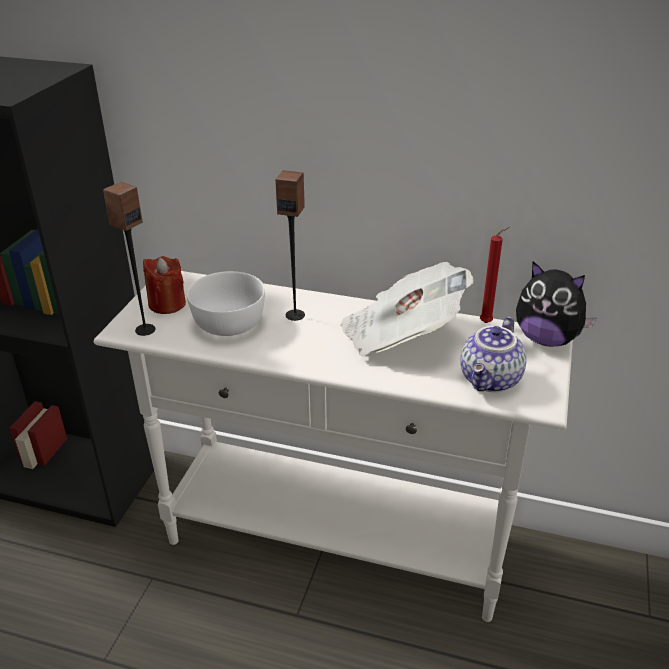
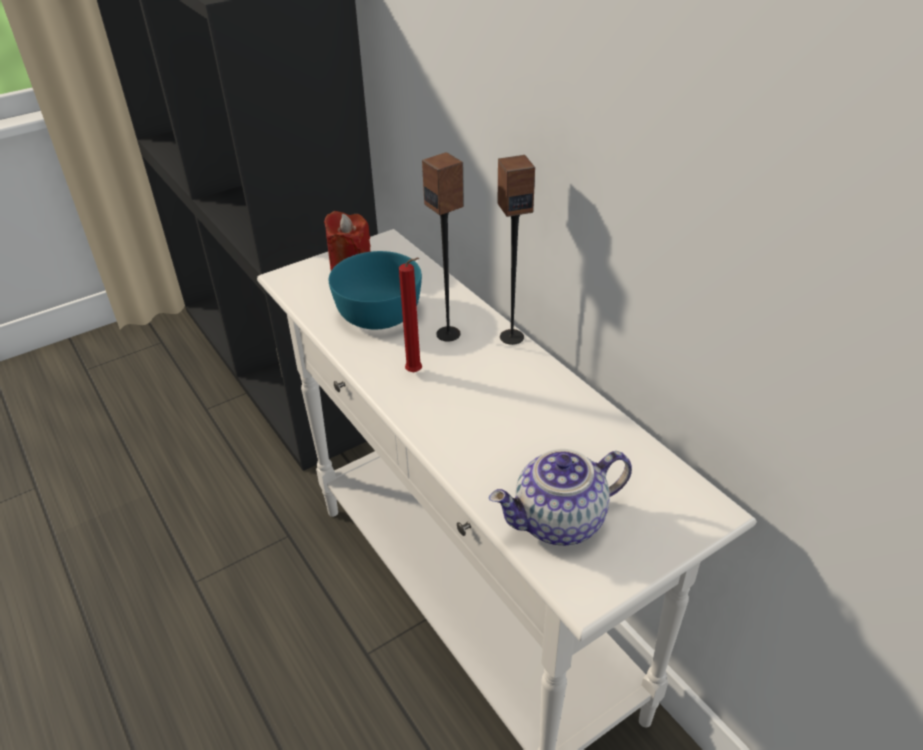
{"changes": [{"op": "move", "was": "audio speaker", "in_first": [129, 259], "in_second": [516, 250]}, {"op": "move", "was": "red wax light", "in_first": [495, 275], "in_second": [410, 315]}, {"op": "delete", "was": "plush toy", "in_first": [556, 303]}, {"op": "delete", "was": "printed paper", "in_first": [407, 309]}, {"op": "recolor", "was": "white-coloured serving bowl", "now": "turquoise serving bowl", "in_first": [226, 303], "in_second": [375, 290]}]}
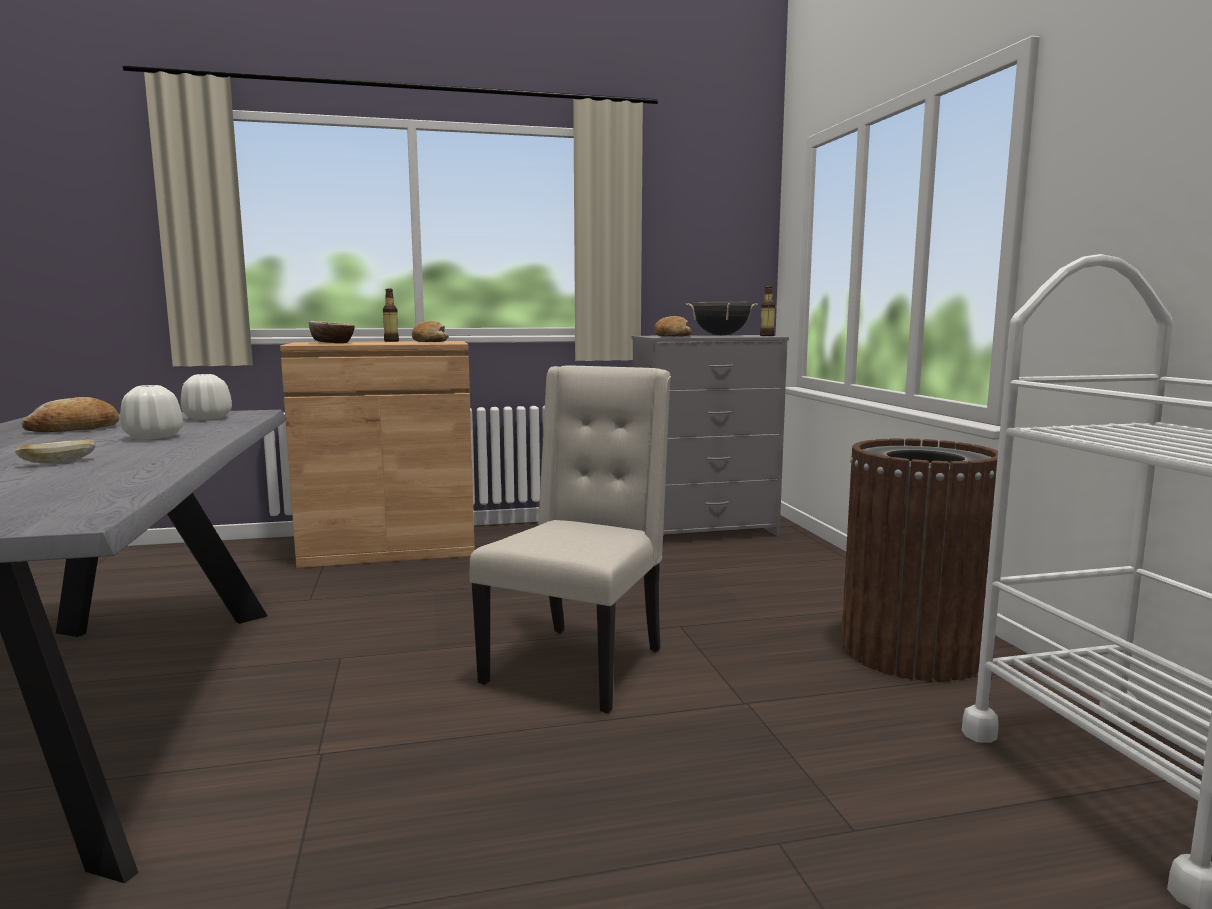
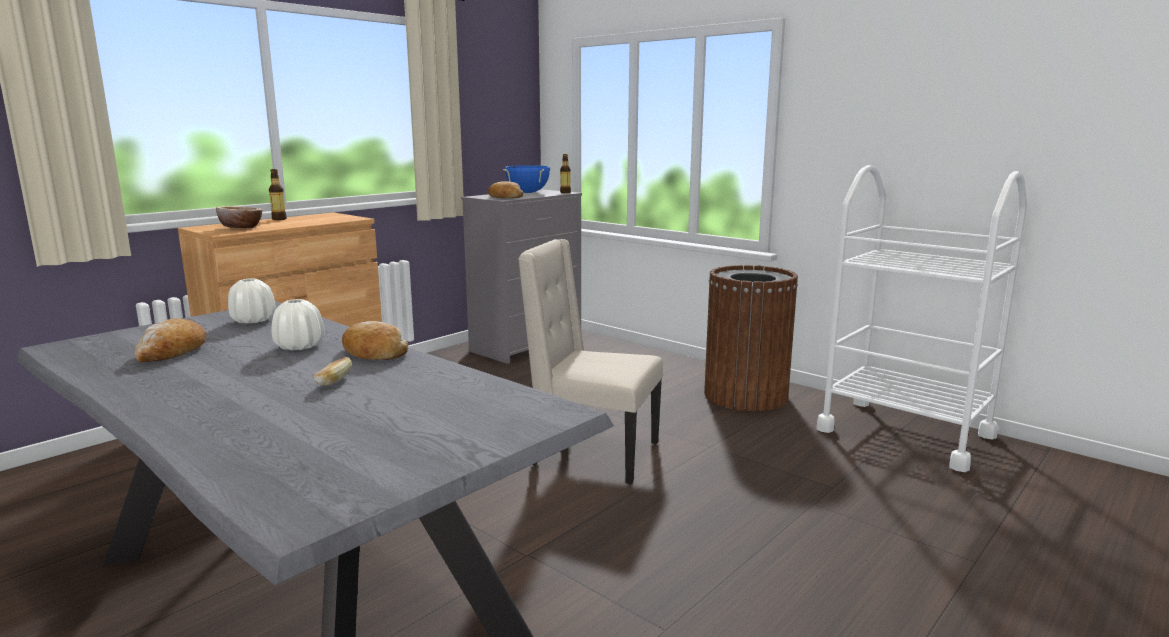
{"changes": [{"op": "recolor", "was": "blackish cooking pot", "now": "blue-coloured cooking pot", "in_first": [722, 318], "in_second": [527, 179]}, {"op": "move", "was": "bread", "in_first": [430, 331], "in_second": [375, 340]}, {"op": "rotate", "was": "beige-coloured upright chair", "in_first": [570, 539], "in_second": [590, 361], "clockwise": -60}]}
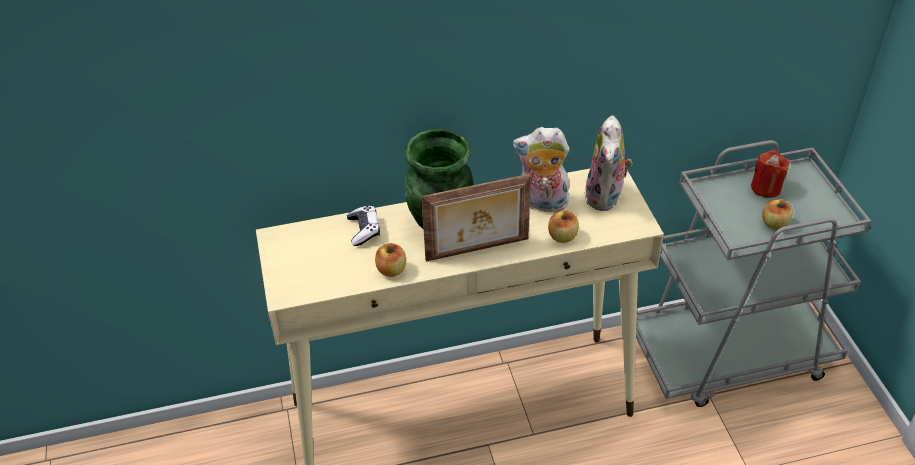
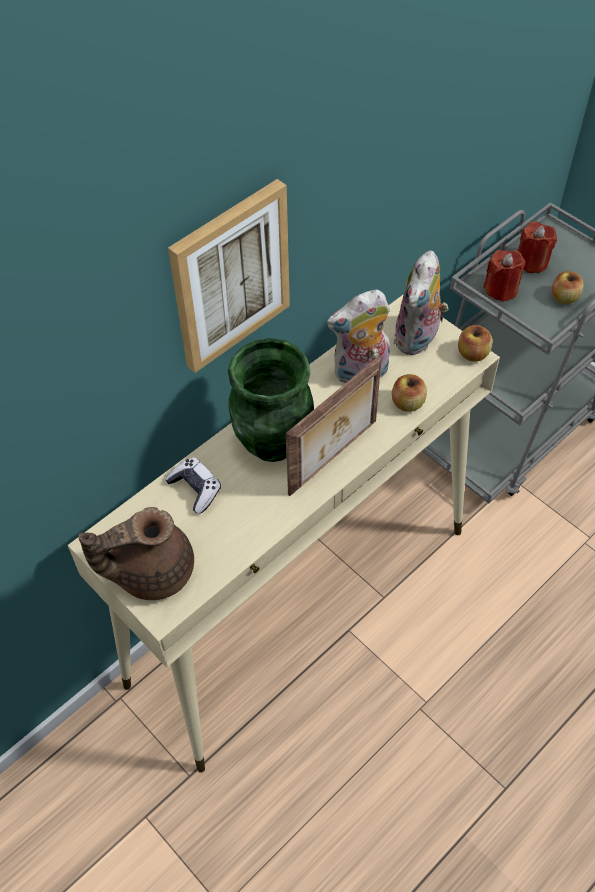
{"changes": [{"op": "rotate", "was": "plush toy", "in_first": [608, 163], "in_second": [421, 302], "clockwise": 45}, {"op": "move", "was": "whole apple", "in_first": [390, 260], "in_second": [475, 343]}, {"op": "insert", "now": "wall art", "in_second": [229, 276]}, {"op": "insert", "now": "red wax light", "in_second": [504, 276]}, {"op": "insert", "now": "brown teapot", "in_second": [136, 553]}]}
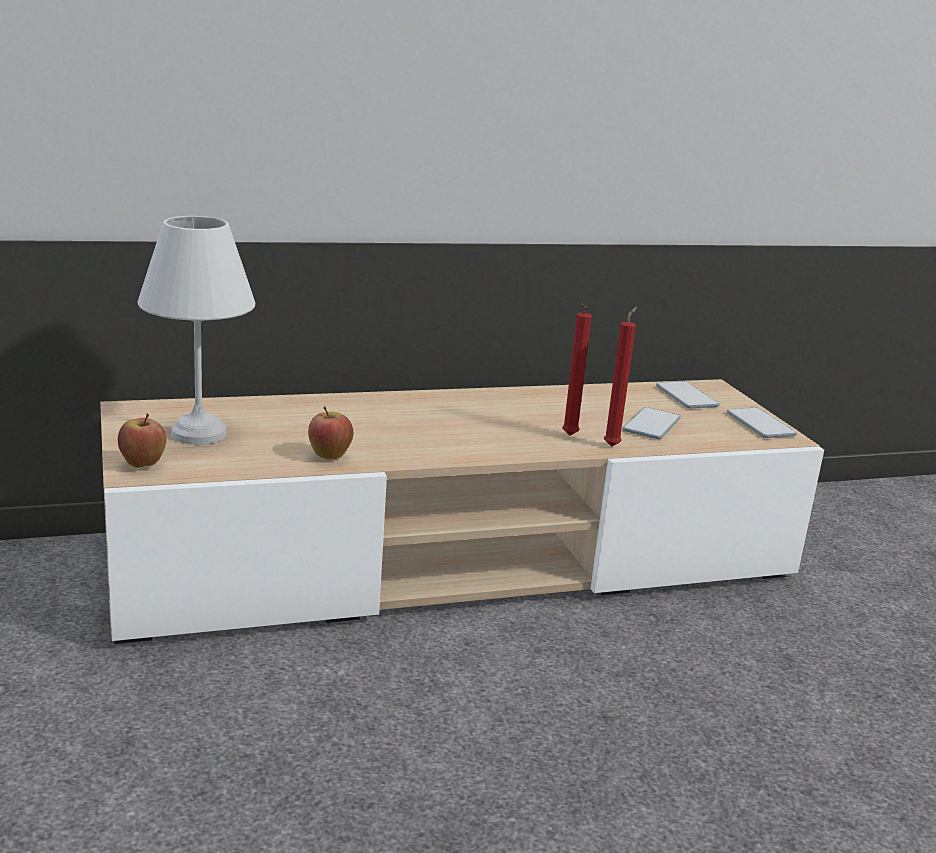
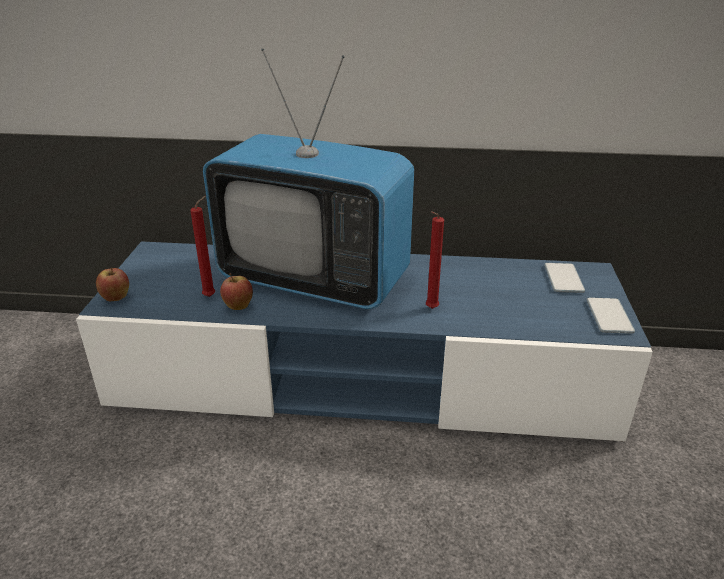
{"changes": [{"op": "delete", "was": "white-coloured tabletop lamp", "in_first": [196, 330]}, {"op": "move", "was": "red wax light", "in_first": [620, 376], "in_second": [202, 246]}, {"op": "recolor", "was": "beige-coloured tv unit", "now": "blue-coloured tv unit", "in_first": [462, 511], "in_second": [364, 341]}, {"op": "delete", "was": "telephone", "in_first": [652, 423]}, {"op": "insert", "now": "TV", "in_second": [308, 178]}]}
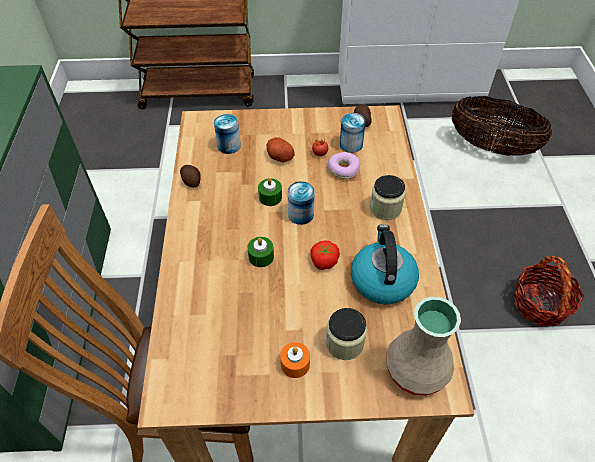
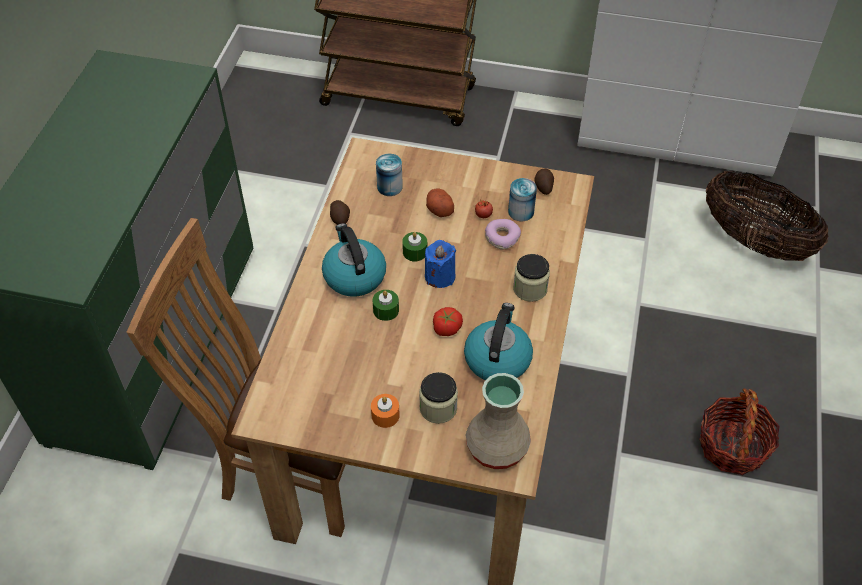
{"changes": [{"op": "replace", "was": "sealed can", "now": "blue-coloured wax light", "in_first": [301, 203], "in_second": [440, 264]}, {"op": "insert", "now": "kettle", "in_second": [354, 259]}]}
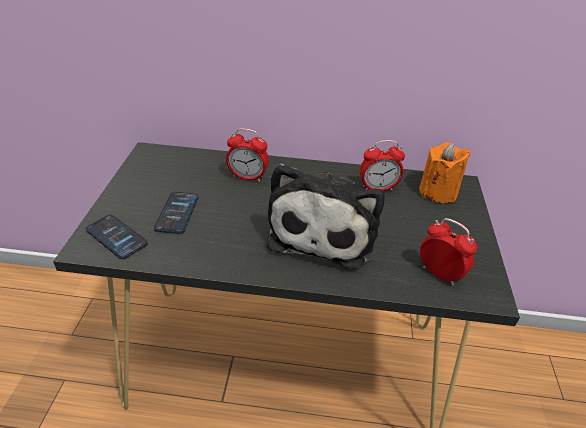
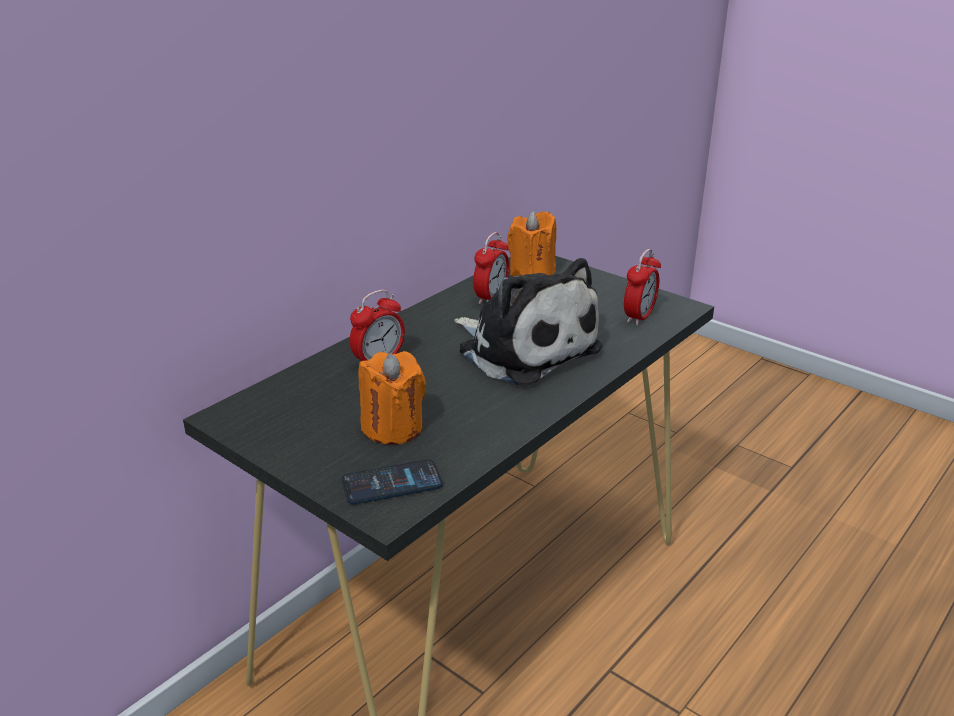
{"changes": [{"op": "replace", "was": "telephone", "now": "orange wax light", "in_first": [176, 213], "in_second": [392, 398]}, {"op": "rotate", "was": "bedside clock", "in_first": [448, 252], "in_second": [642, 287], "clockwise": 135}]}
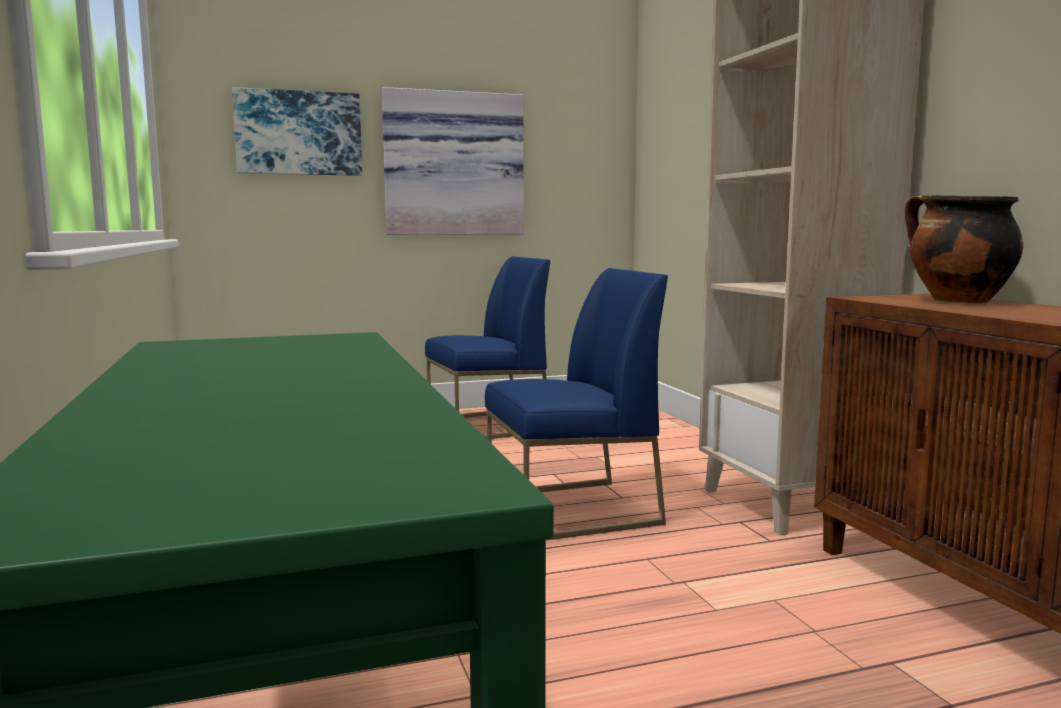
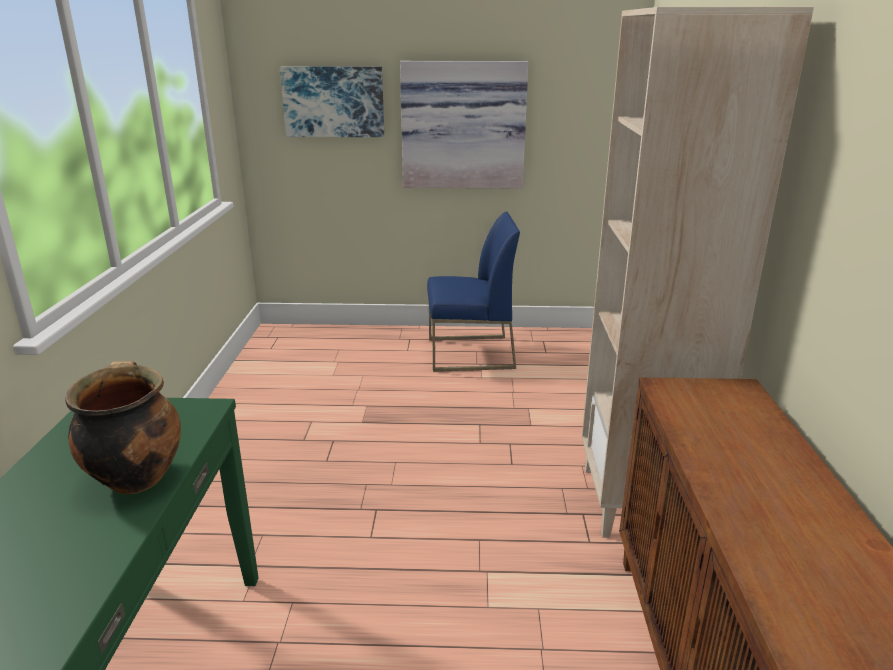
{"changes": [{"op": "move", "was": "cooking pot", "in_first": [964, 249], "in_second": [123, 427]}, {"op": "delete", "was": "blue-coloured upright chair", "in_first": [576, 404]}]}
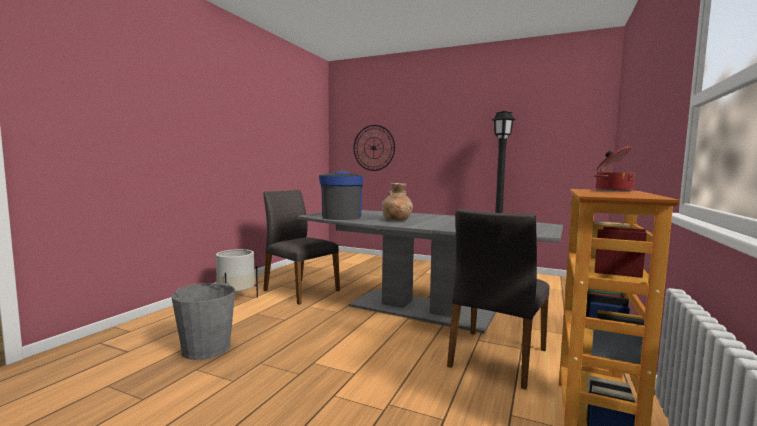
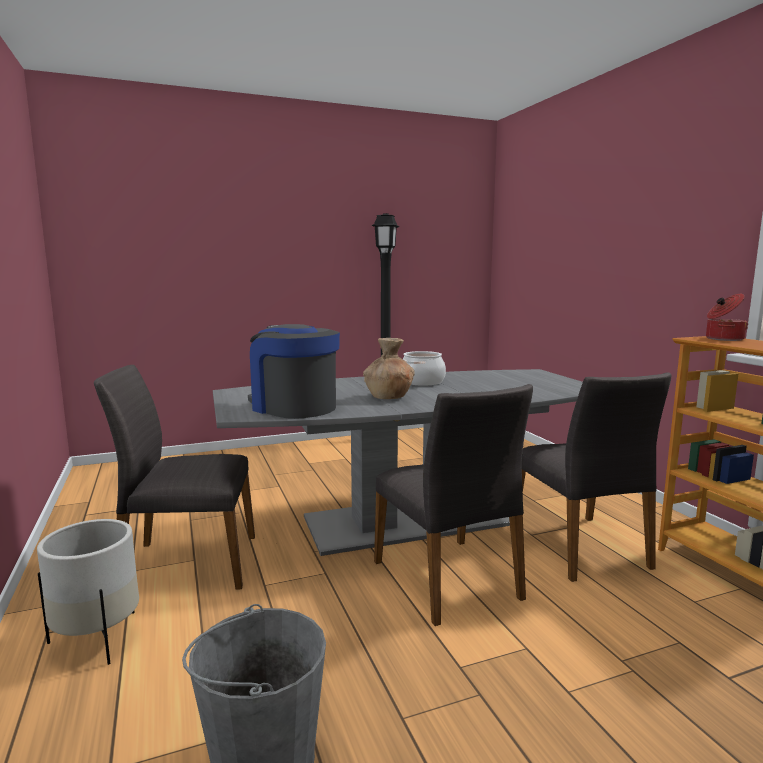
{"changes": [{"op": "delete", "was": "wall clock", "in_first": [374, 148]}, {"op": "insert", "now": "cooking pot", "in_second": [424, 368]}, {"op": "insert", "now": "greyish upright chair", "in_second": [453, 505]}]}
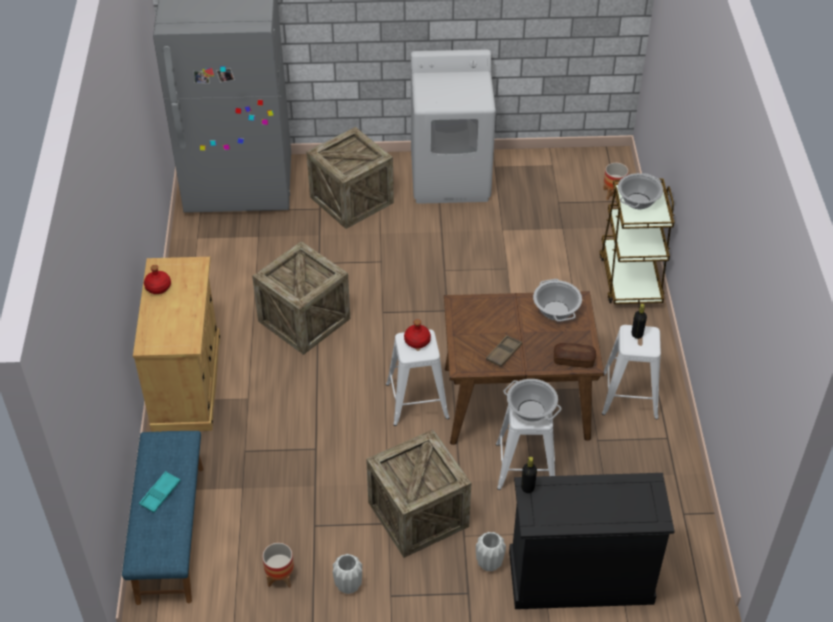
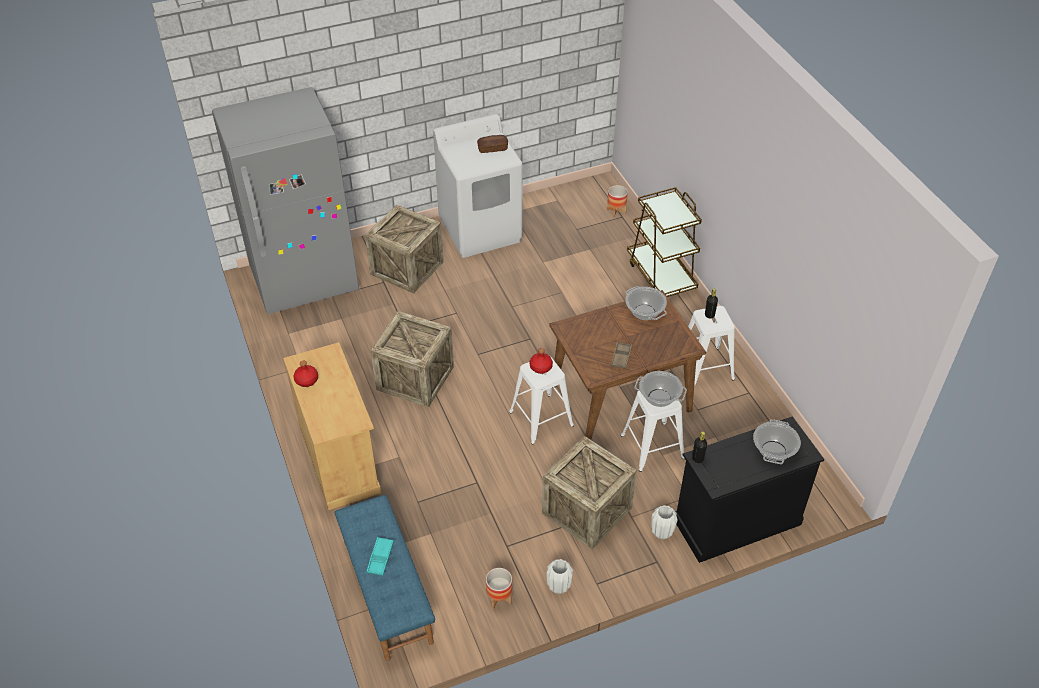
{"changes": [{"op": "move", "was": "cooking pot", "in_first": [640, 191], "in_second": [777, 441]}, {"op": "move", "was": "bread", "in_first": [575, 355], "in_second": [492, 144]}]}
